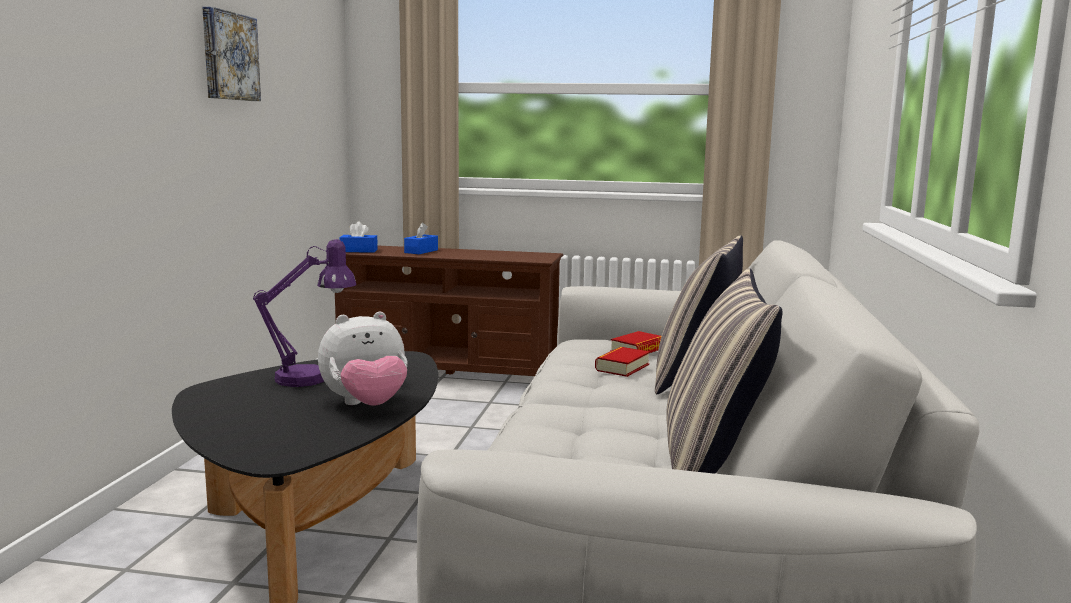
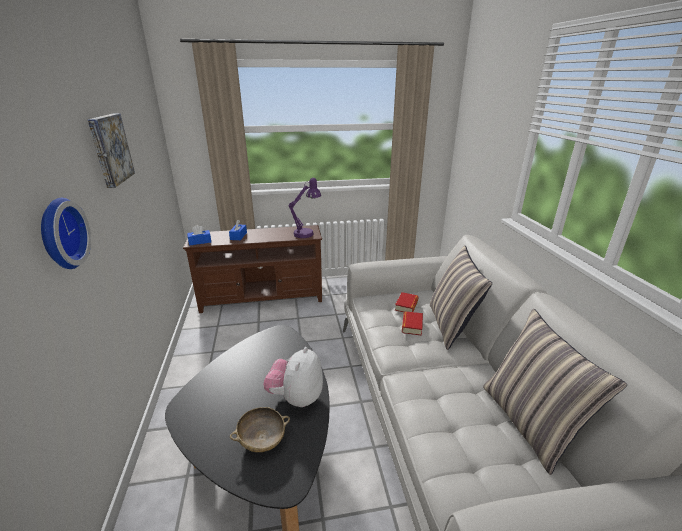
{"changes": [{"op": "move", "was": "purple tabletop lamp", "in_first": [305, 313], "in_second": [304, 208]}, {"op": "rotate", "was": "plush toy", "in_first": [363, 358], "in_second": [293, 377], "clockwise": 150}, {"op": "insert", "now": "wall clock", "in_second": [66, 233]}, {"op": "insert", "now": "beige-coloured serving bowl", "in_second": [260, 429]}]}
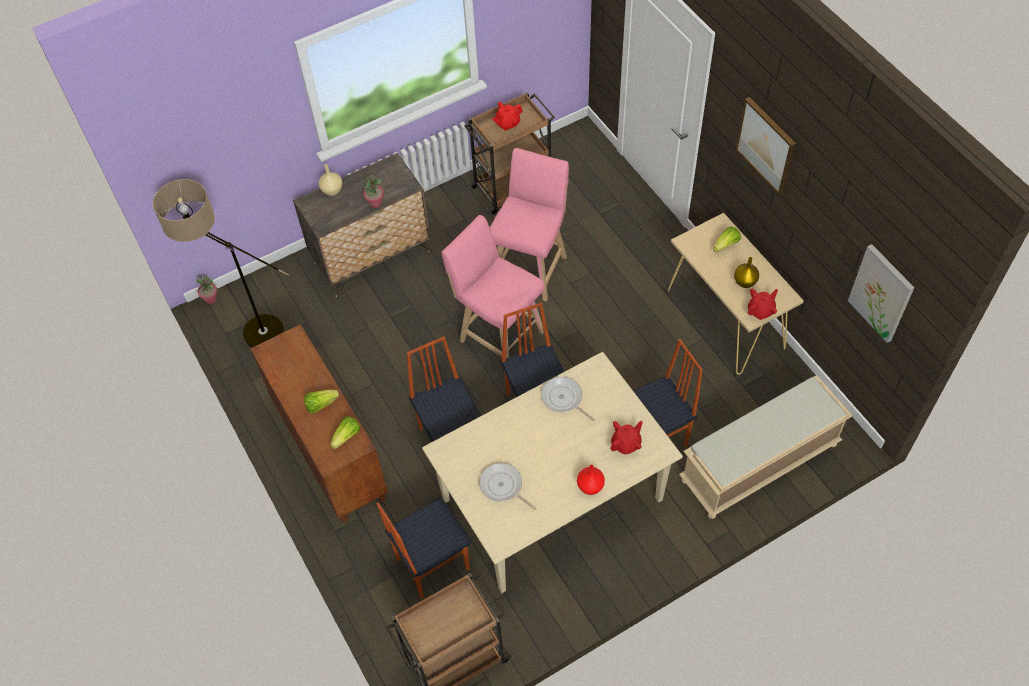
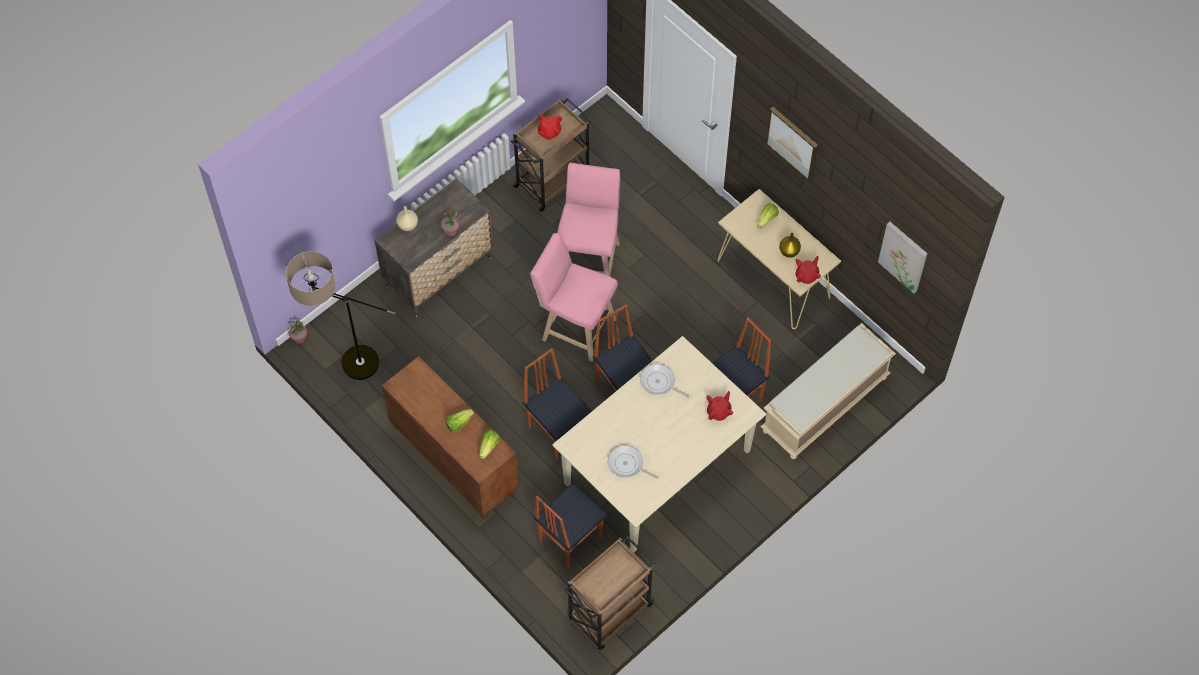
{"changes": [{"op": "delete", "was": "red vase", "in_first": [591, 479]}]}
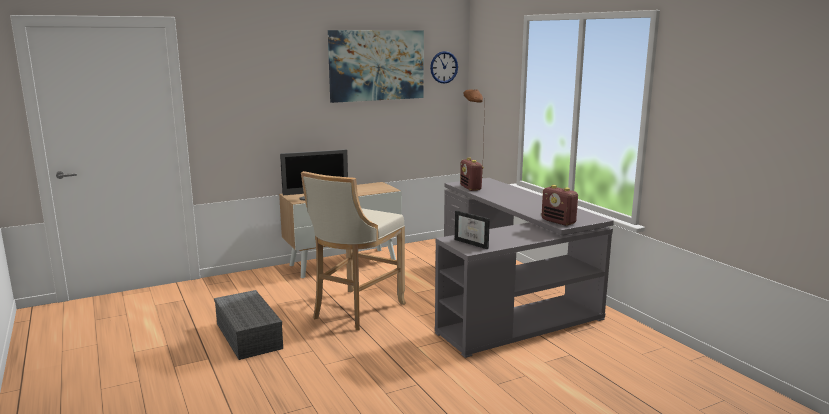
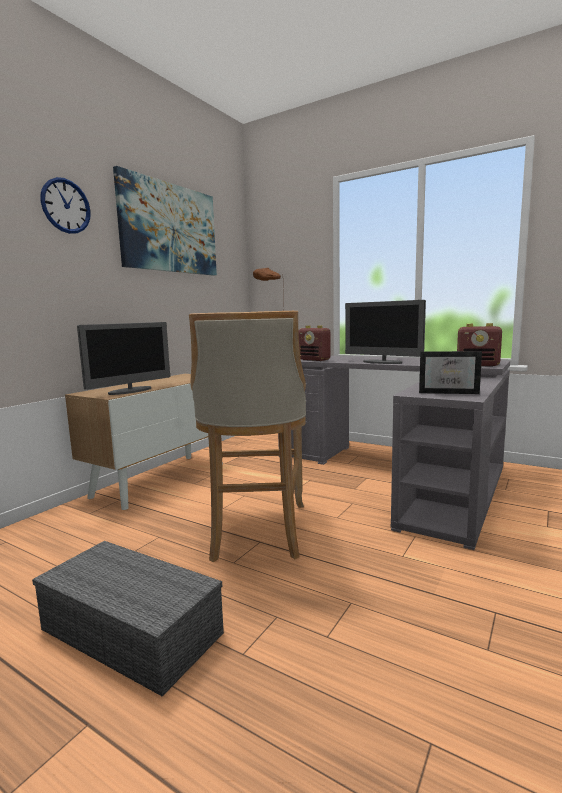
{"changes": [{"op": "move", "was": "wall clock", "in_first": [444, 67], "in_second": [65, 205]}, {"op": "insert", "now": "computer display", "in_second": [385, 332]}]}
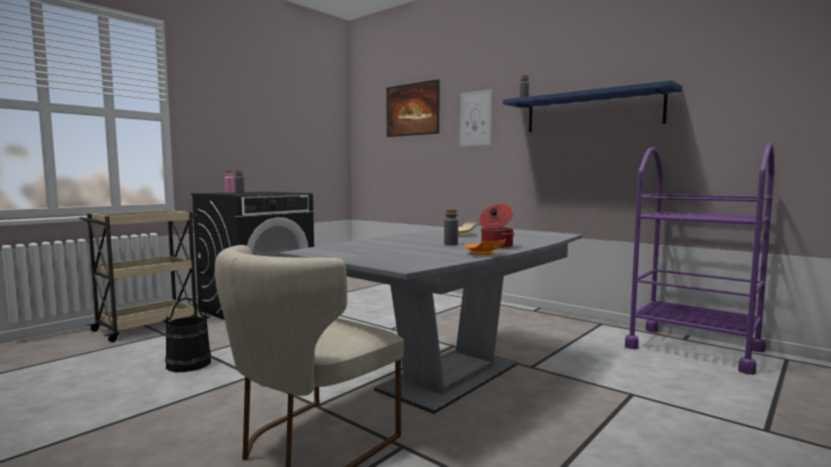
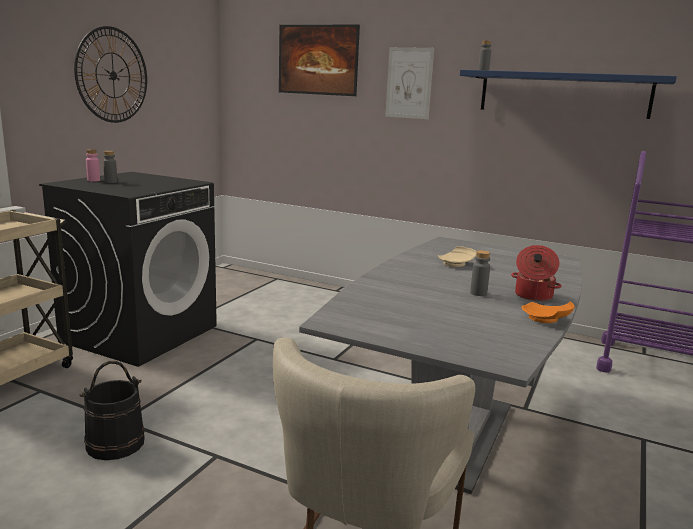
{"changes": [{"op": "insert", "now": "wall clock", "in_second": [110, 74]}]}
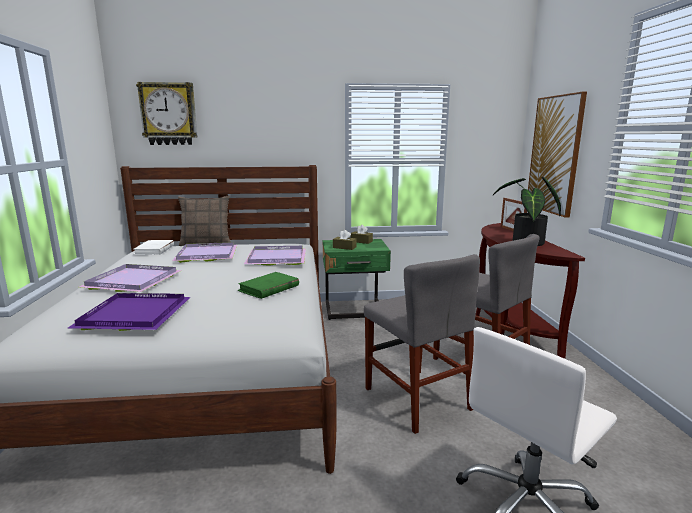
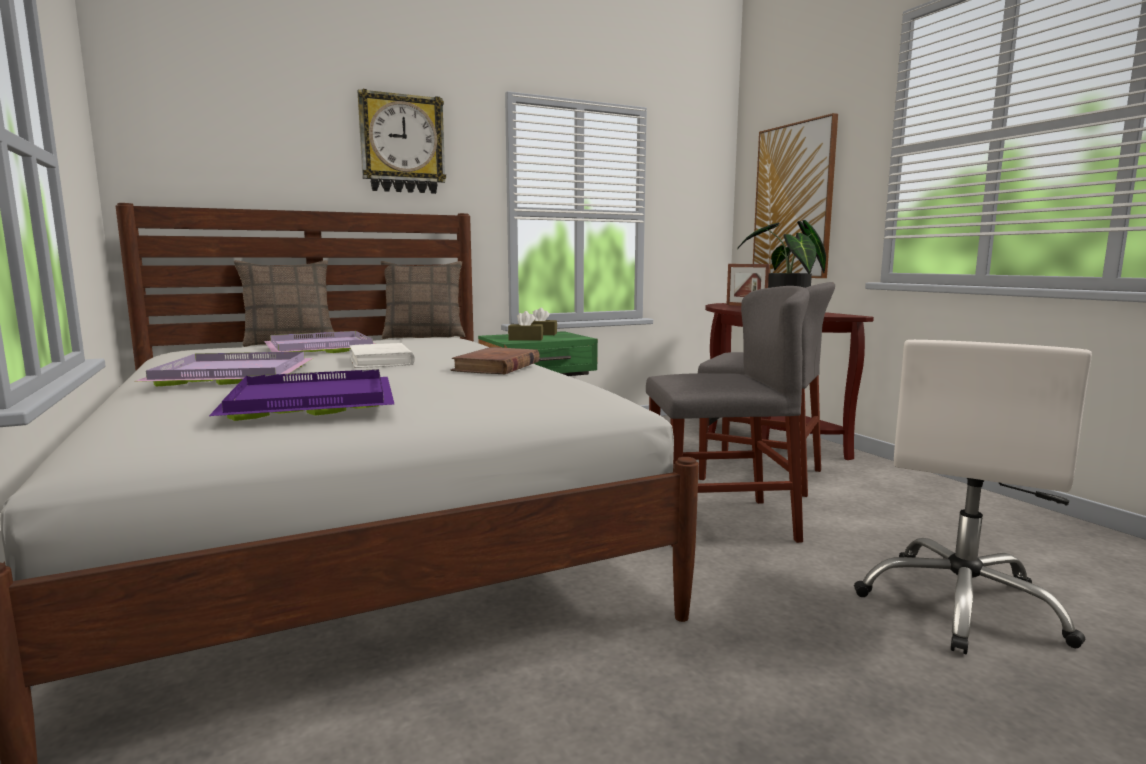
{"changes": [{"op": "move", "was": "wall clock", "in_first": [167, 113], "in_second": [402, 141]}, {"op": "move", "was": "white-coloured volume", "in_first": [153, 247], "in_second": [382, 355]}, {"op": "delete", "was": "purple carrying tray", "in_first": [275, 256]}, {"op": "rotate", "was": "greyish upright chair", "in_first": [422, 344], "in_second": [728, 416], "clockwise": -45}, {"op": "recolor", "was": "green-coloured volume", "now": "brown volume", "in_first": [268, 285], "in_second": [495, 360]}, {"op": "insert", "now": "pillow", "in_second": [423, 300]}]}
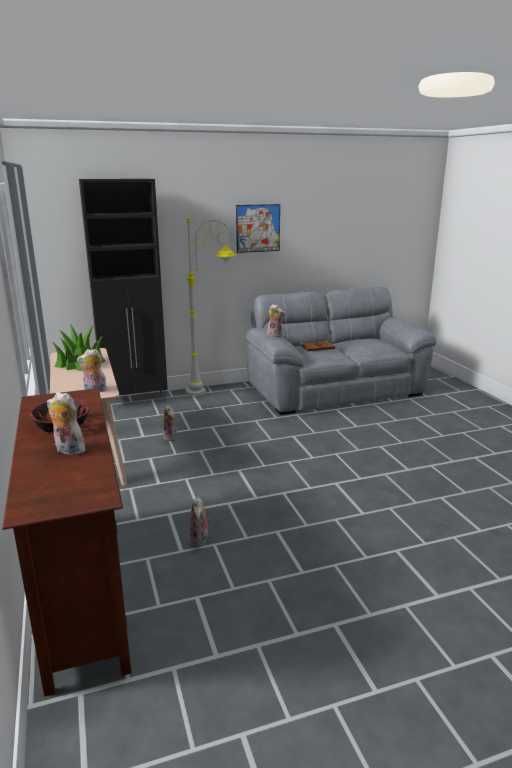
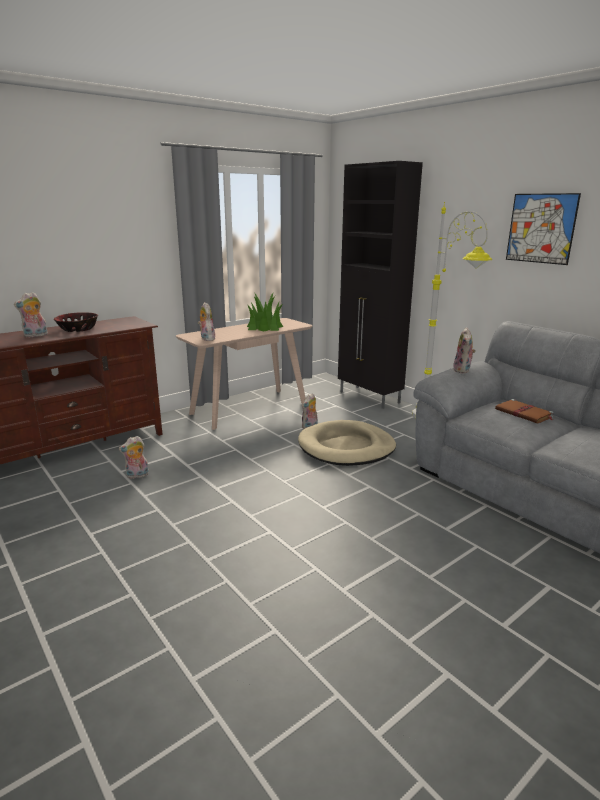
{"changes": [{"op": "rotate", "was": "plush toy", "in_first": [67, 423], "in_second": [31, 315], "clockwise": -135}, {"op": "insert", "now": "beige-coloured dog cushion", "in_second": [347, 443]}]}
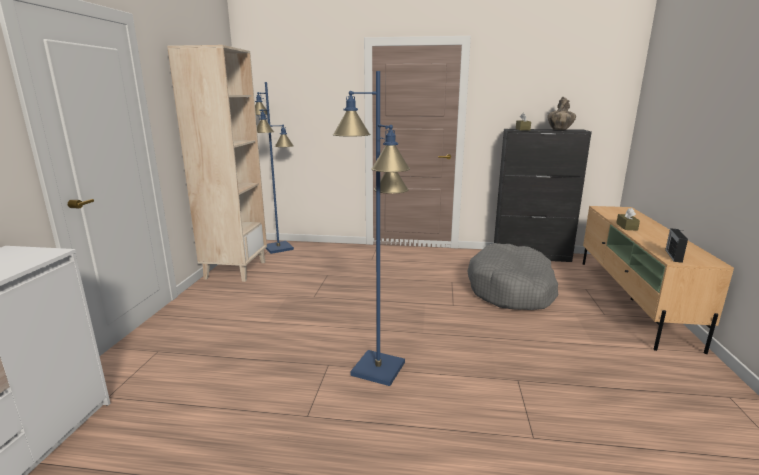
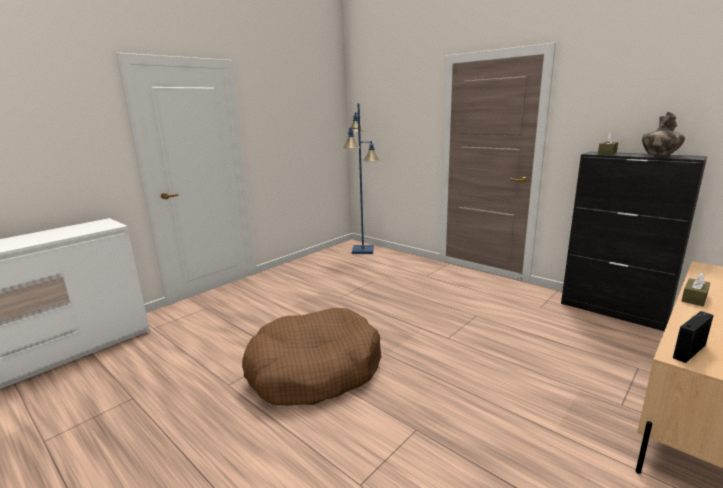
{"changes": [{"op": "delete", "was": "beige-coloured bookshelf", "in_first": [217, 163]}, {"op": "replace", "was": "blue-coloured standard lamp", "now": "brown dog cushion", "in_first": [371, 228], "in_second": [311, 357]}, {"op": "delete", "was": "greyish dog cushion", "in_first": [513, 276]}]}
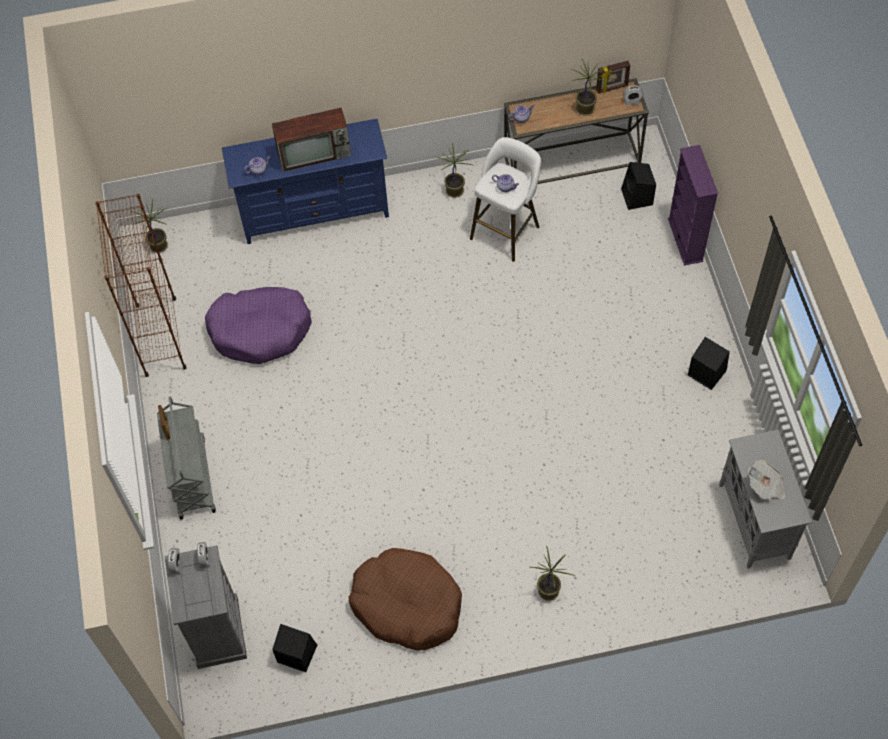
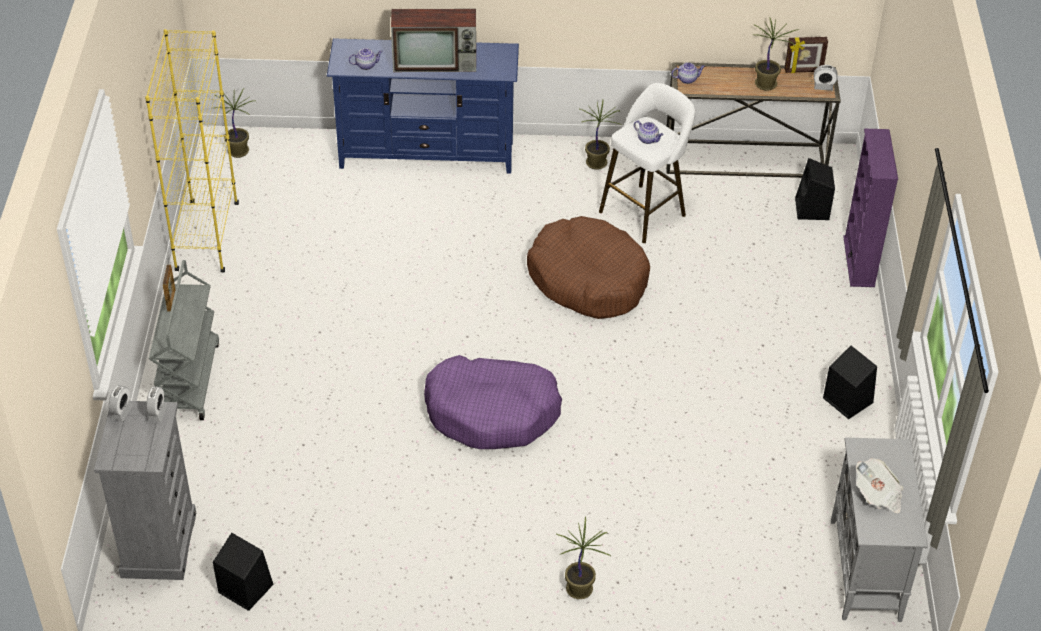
{"changes": [{"op": "recolor", "was": "brown bookshelf", "now": "yellowish bookshelf", "in_first": [141, 285], "in_second": [192, 151]}, {"op": "move", "was": "purple dog cushion", "in_first": [258, 325], "in_second": [493, 402]}, {"op": "move", "was": "brown dog cushion", "in_first": [405, 599], "in_second": [588, 267]}]}
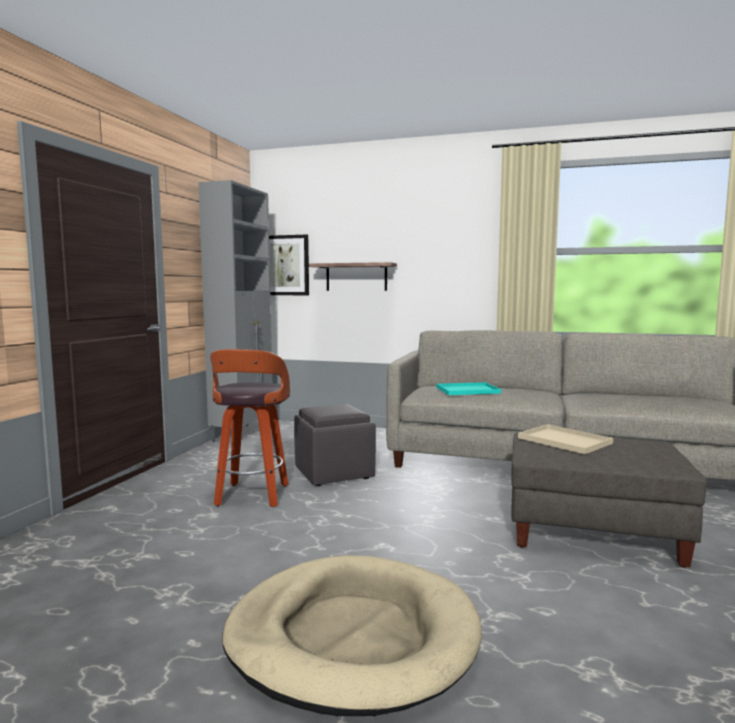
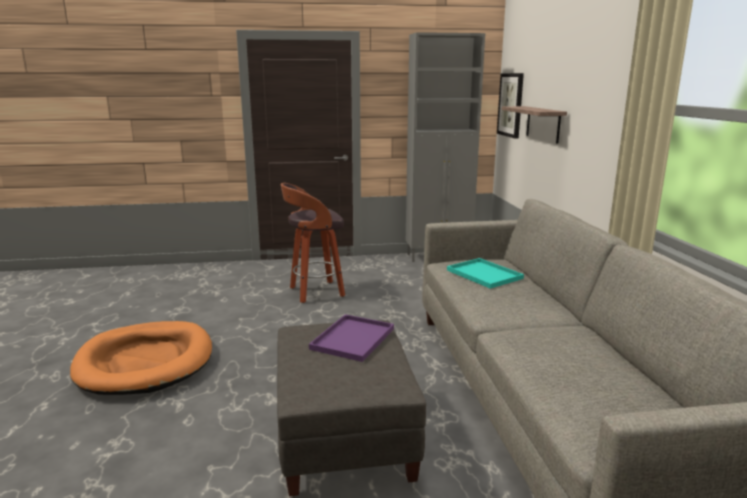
{"changes": [{"op": "delete", "was": "greyish footrest", "in_first": [335, 445]}, {"op": "recolor", "was": "beige-coloured carrying tray", "now": "purple carrying tray", "in_first": [565, 439], "in_second": [351, 338]}, {"op": "recolor", "was": "beige-coloured dog cushion", "now": "orange dog cushion", "in_first": [352, 635], "in_second": [141, 358]}]}
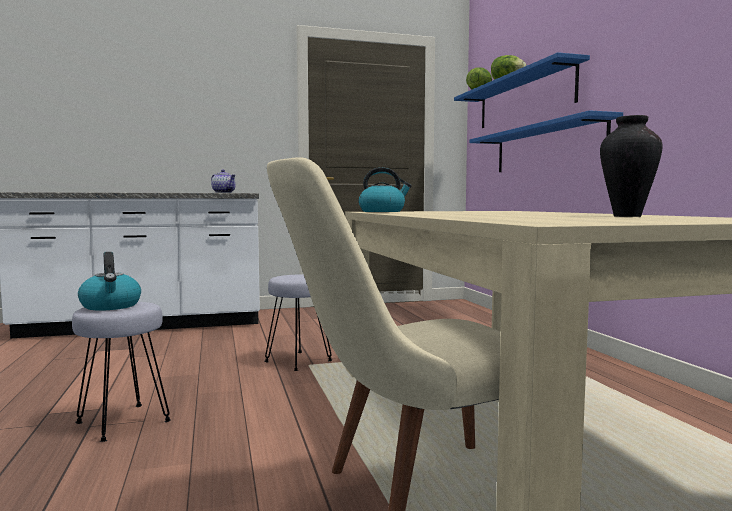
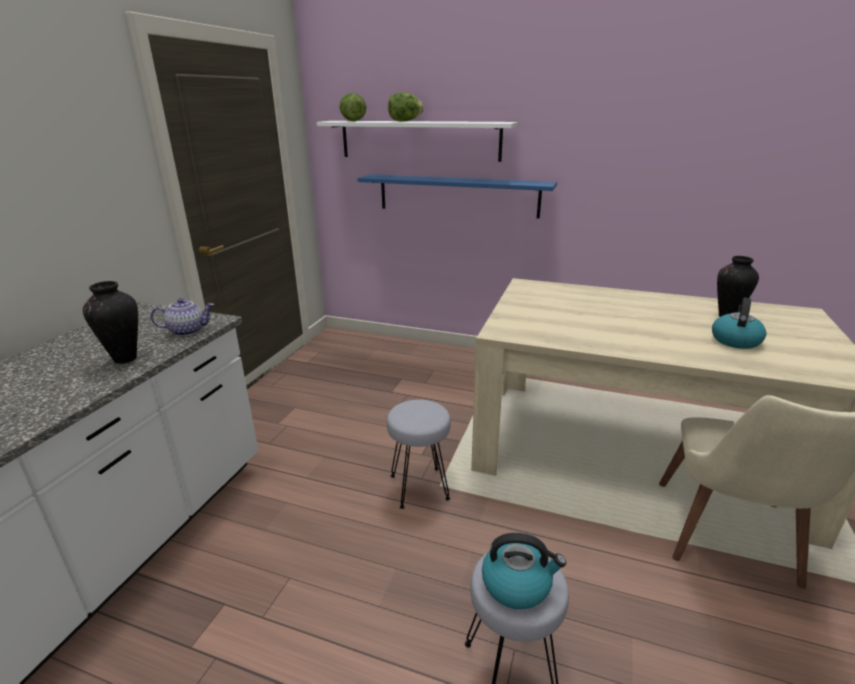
{"changes": [{"op": "recolor", "was": "blue-coloured shelf", "now": "white-coloured shelf", "in_first": [522, 90], "in_second": [417, 141]}, {"op": "move", "was": "kettle", "in_first": [385, 189], "in_second": [739, 323]}, {"op": "insert", "now": "vase", "in_second": [110, 322]}]}
